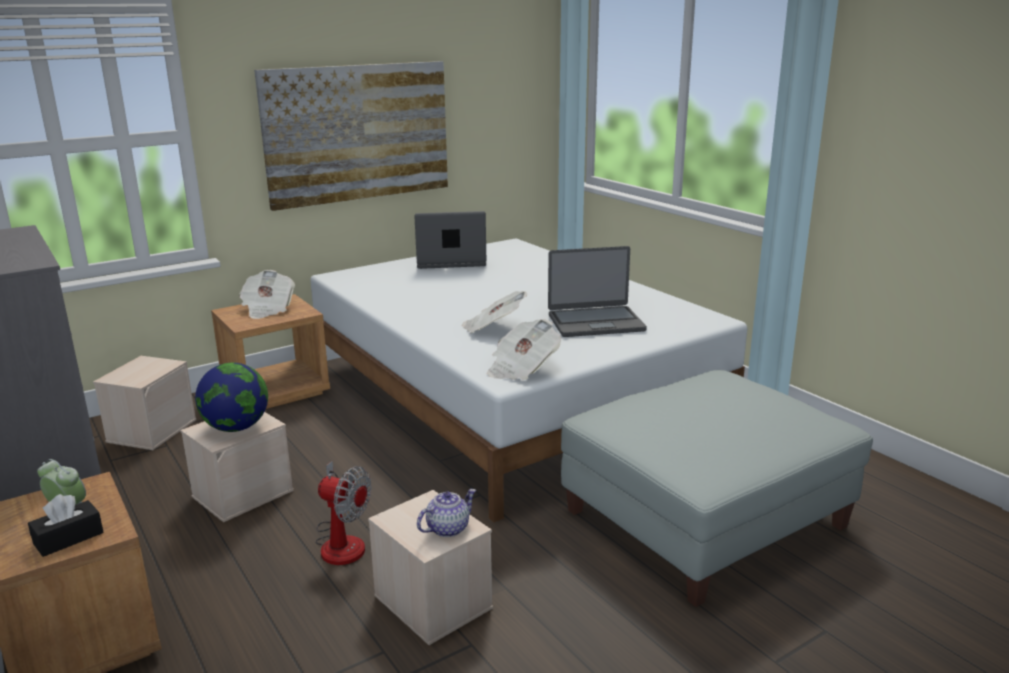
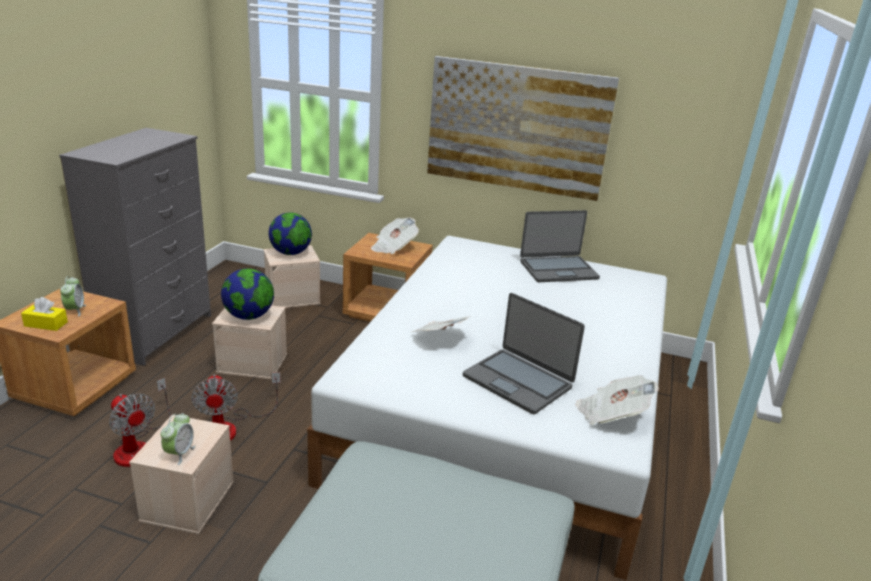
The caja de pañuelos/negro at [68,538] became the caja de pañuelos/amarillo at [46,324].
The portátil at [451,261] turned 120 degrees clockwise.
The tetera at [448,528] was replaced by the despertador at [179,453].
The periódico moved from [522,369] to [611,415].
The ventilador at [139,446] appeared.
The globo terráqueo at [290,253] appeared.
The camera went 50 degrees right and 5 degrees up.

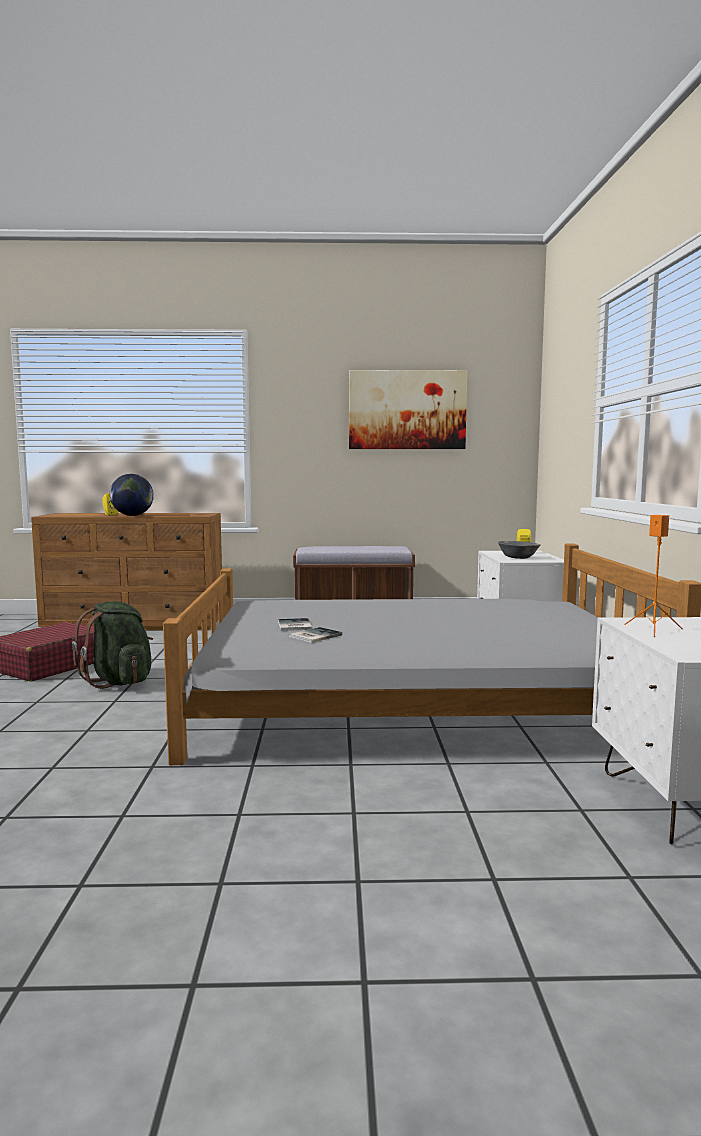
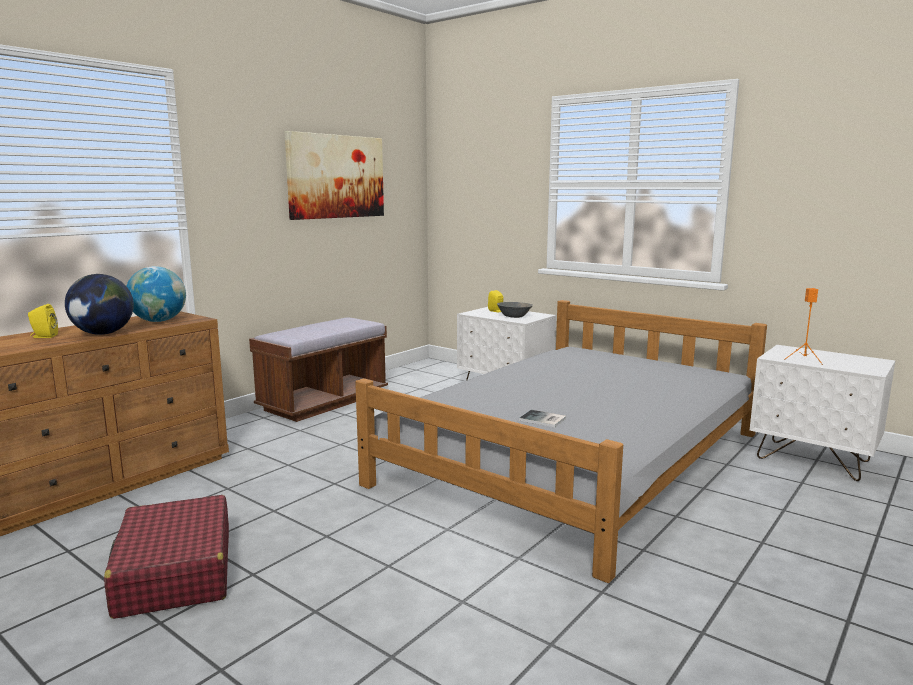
The mochila/verde at [119,682] disappeared.
The libro at [313,636] disappeared.
The globo terráqueo at [159,321] appeared.
The camera went 50 degrees left and 5 degrees up.

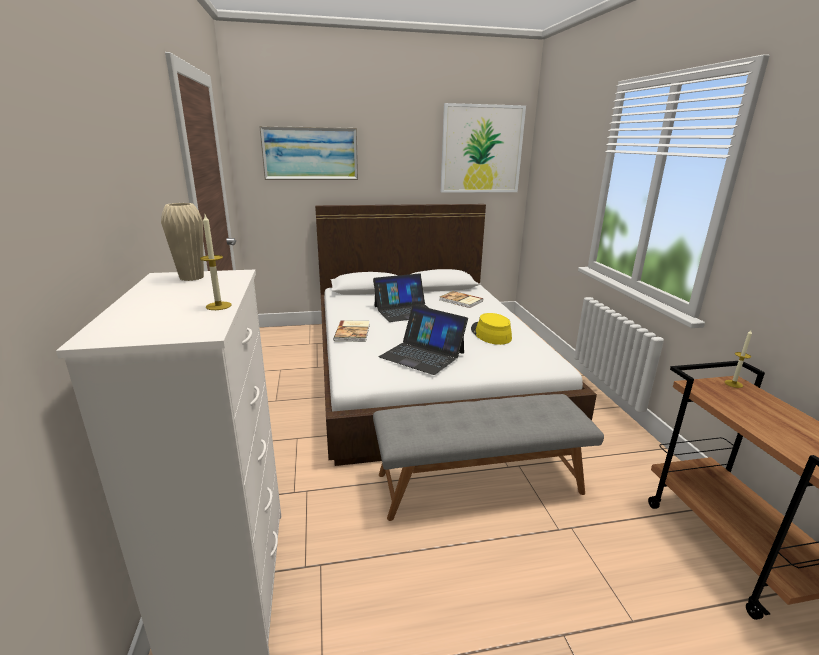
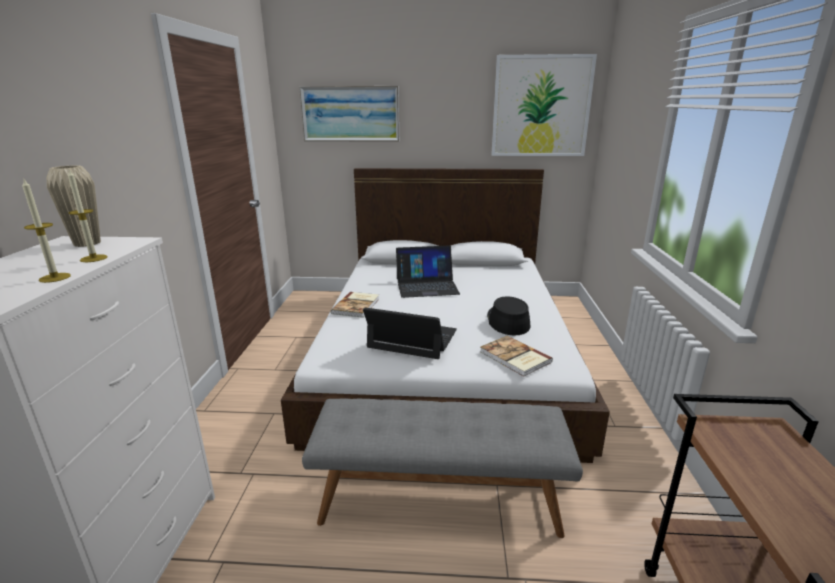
The portátil at [422,355] turned 150 degrees clockwise.
The libro moved from [461,301] to [514,357].
The sombrero/amarillo at [490,334] became the sombrero/negro at [507,321].
The vela moved from [733,384] to [93,258].
The camera went 15 degrees right and 0 degrees up.

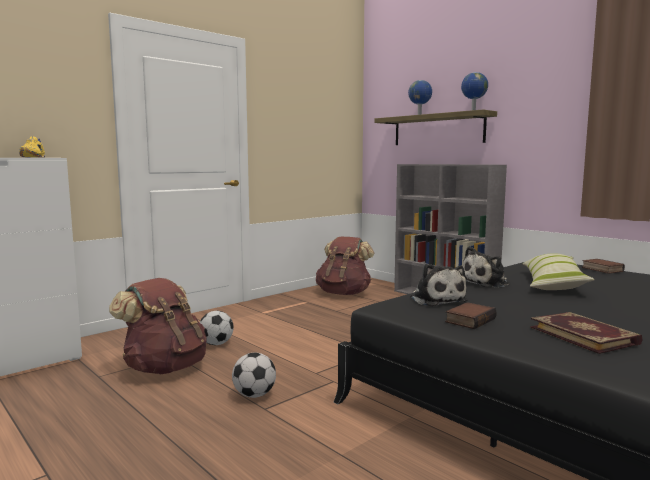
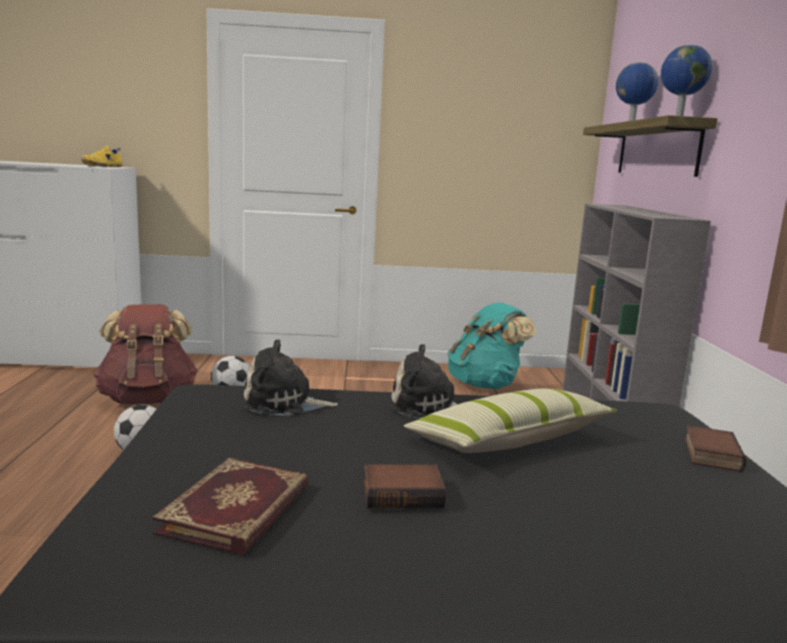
The mochila/marrón at [344,294] became the mochila/turquesa at [485,384].
The peluche at [436,299] turned 75 degrees clockwise.
The libro moved from [469,320] to [403,493].
The camera went 40 degrees right and 5 degrees up.

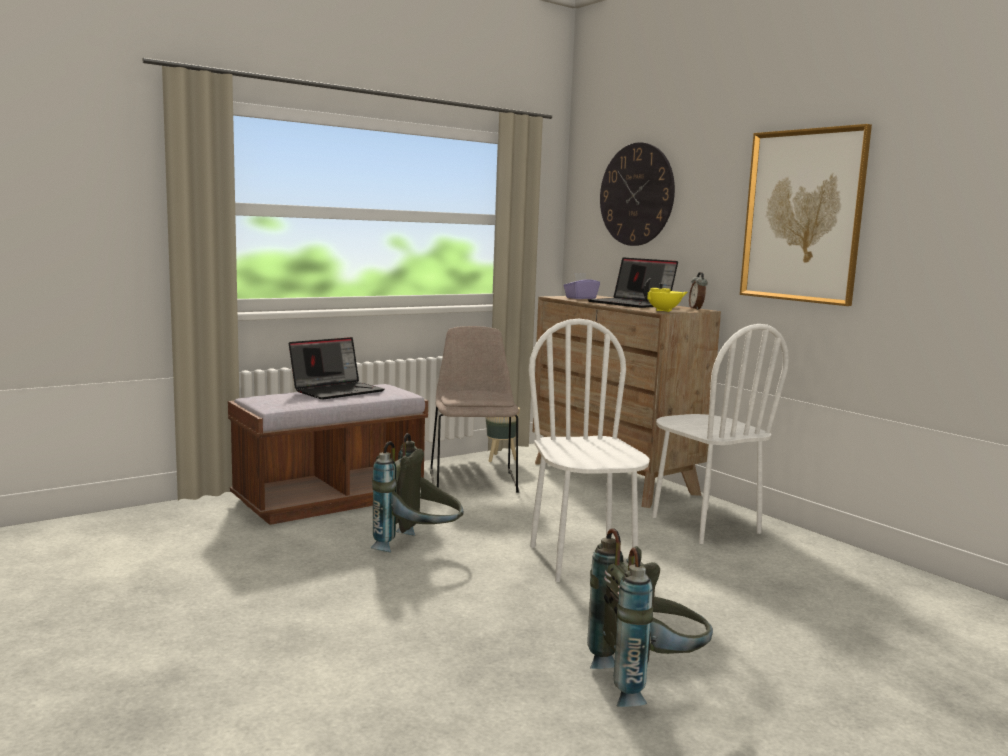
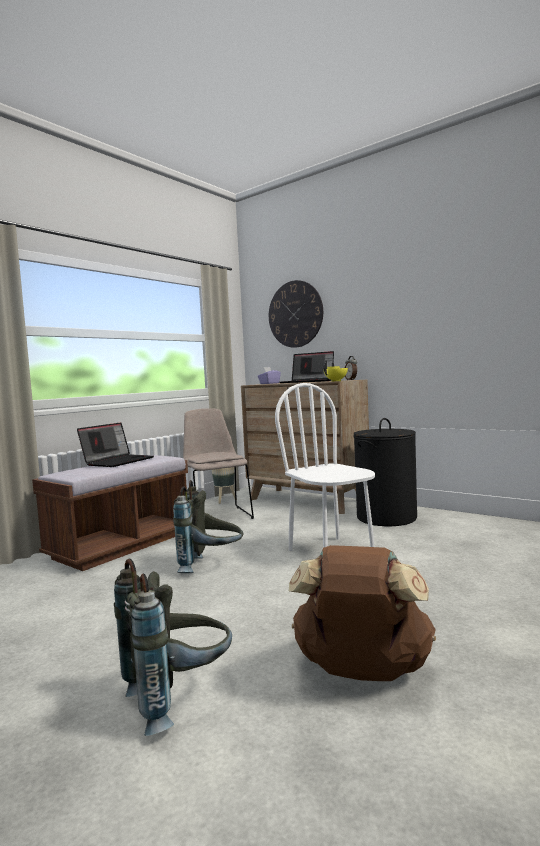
The mochila/gris moved from [647,682] to [179,698].
The silla/blanco at [704,525] was replaced by the cesto de la ropa/negro at [386,517].
The cuadro at [803,216] disappeared.
The mochila/marrón at [362,672] appeared.
The camera went 15 degrees left and 5 degrees down.

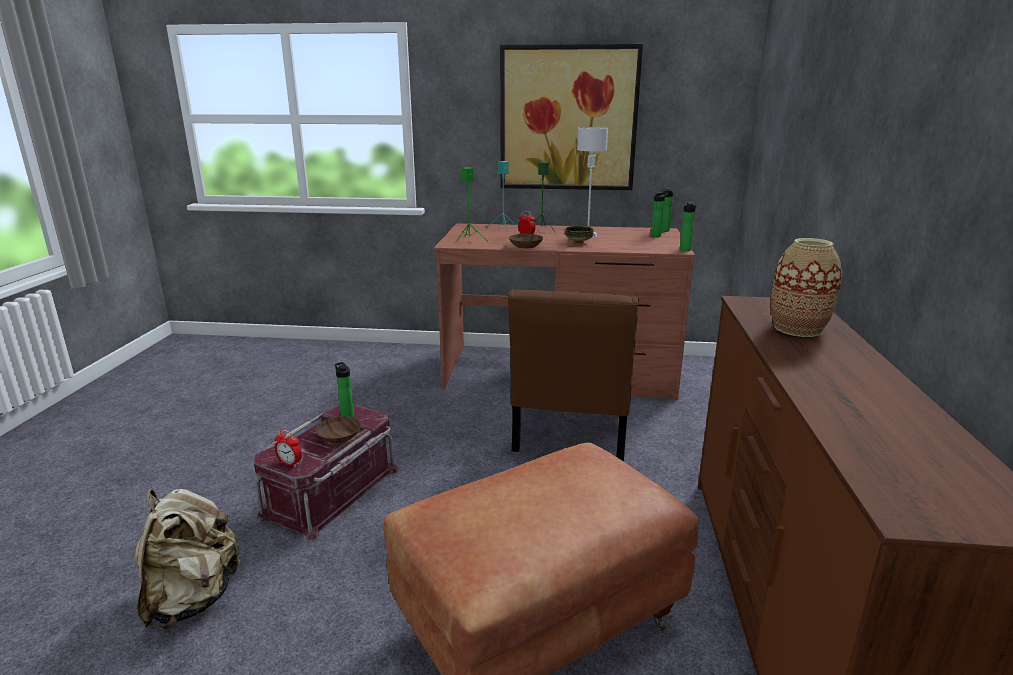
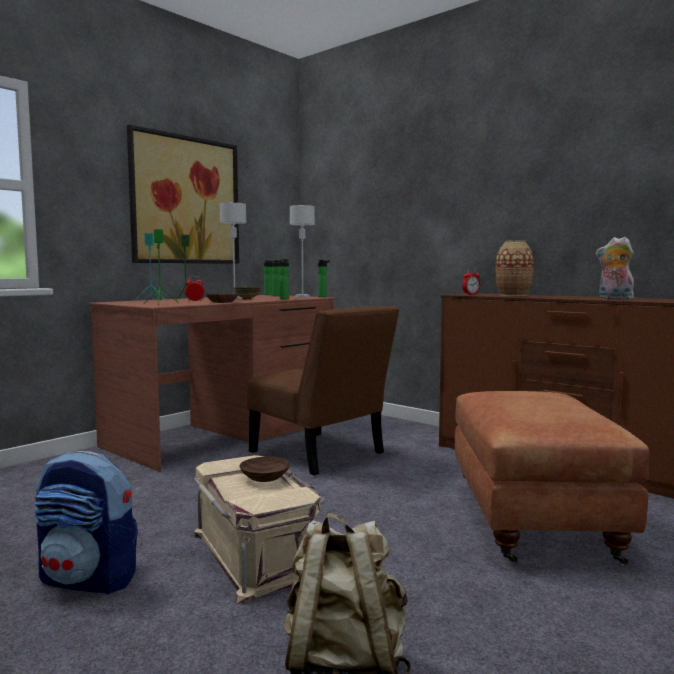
The caja de almacenaje/rojo at [333,493] became the caja de almacenaje/beis at [257,555].
The despertador moved from [290,463] to [471,295].
The botella moved from [346,415] to [282,299].
The mochila at [89,579] appeared.
The lámpara de mesa/gris at [302,297] appeared.
The peluche at [614,299] appeared.
The camera went 55 degrees left and 15 degrees down.

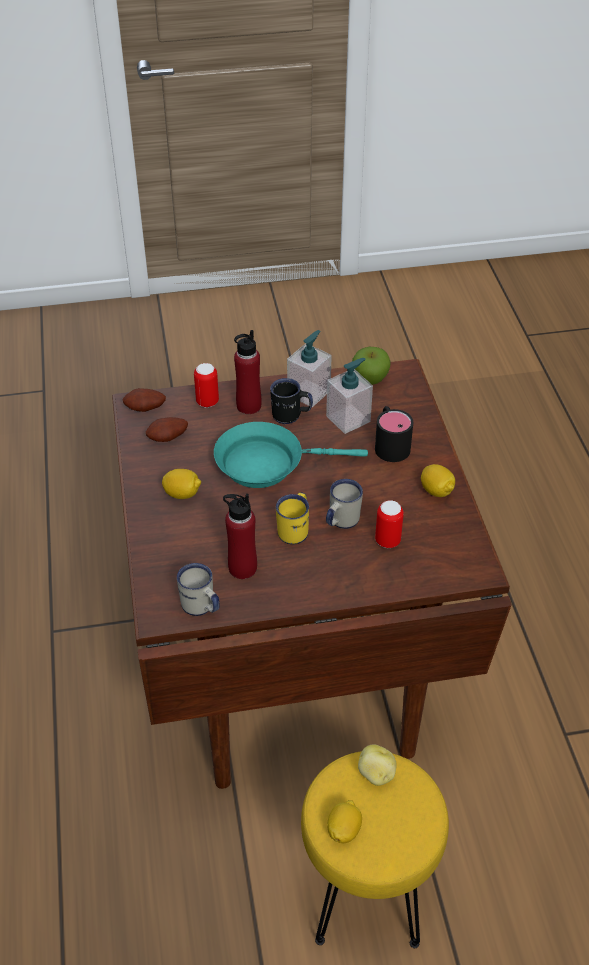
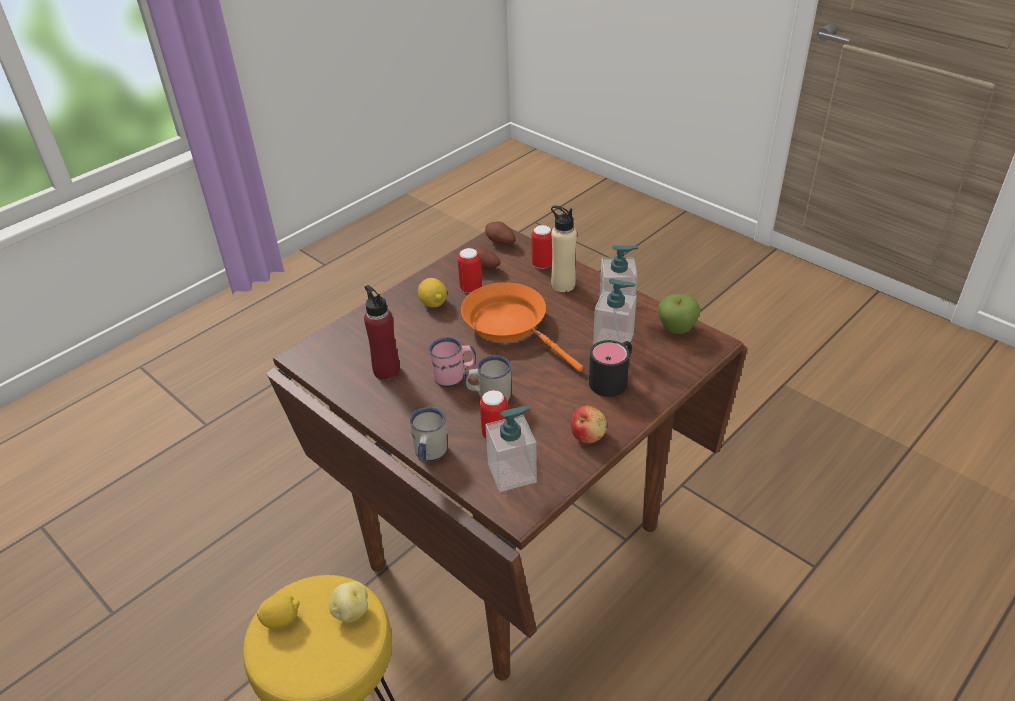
The taza grande/blanco moved from [201,608] to [429,455].
The sartén/turquesa at [267,463] became the sartén/naranja at [510,326].
The botella/rojo at [248,406] became the botella/beis at [563,285].
The taza grande/negro at [291,416] disappeared.
The taza grande/amarillo at [295,529] became the taza grande/rosa at [454,376].
The limón at [436,491] was replaced by the manzana at [588,435].
The lata at [470,288] appeared.
The dispensador de jabón at [512,473] appeared.
The camera went 55 degrees right and 5 degrees down.

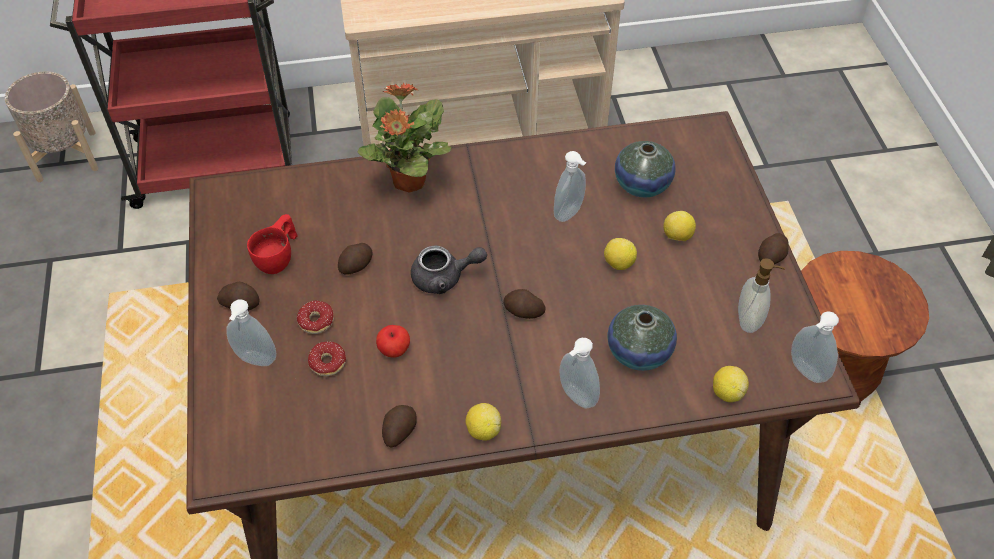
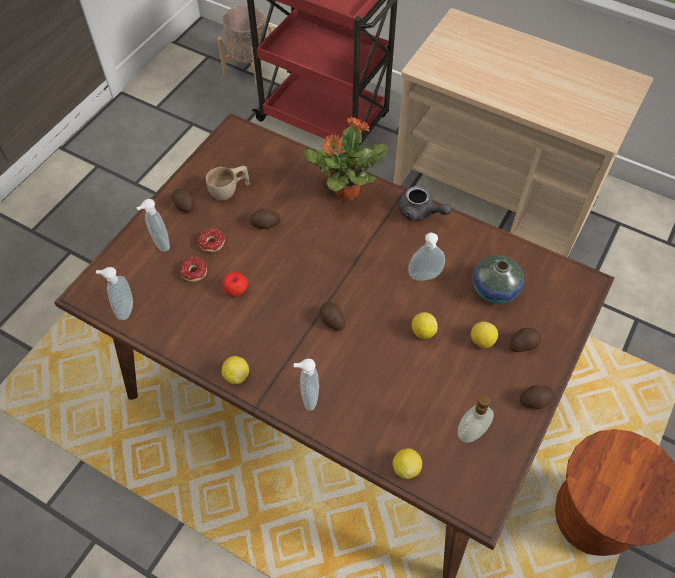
The taza/rojo at [279,257] became the taza/beis at [229,191].
The patata moved from [399,431] to [523,344].
The tetera/gris moved from [444,278] to [420,213].
The florero at [639,352] disappeared.
The dispensador de jabón moved from [805,372] to [124,309].
The camera went 40 degrees right and 5 degrees up.

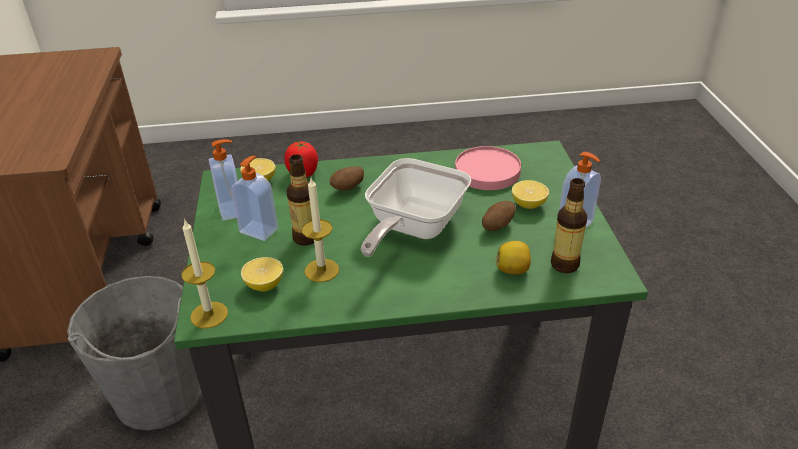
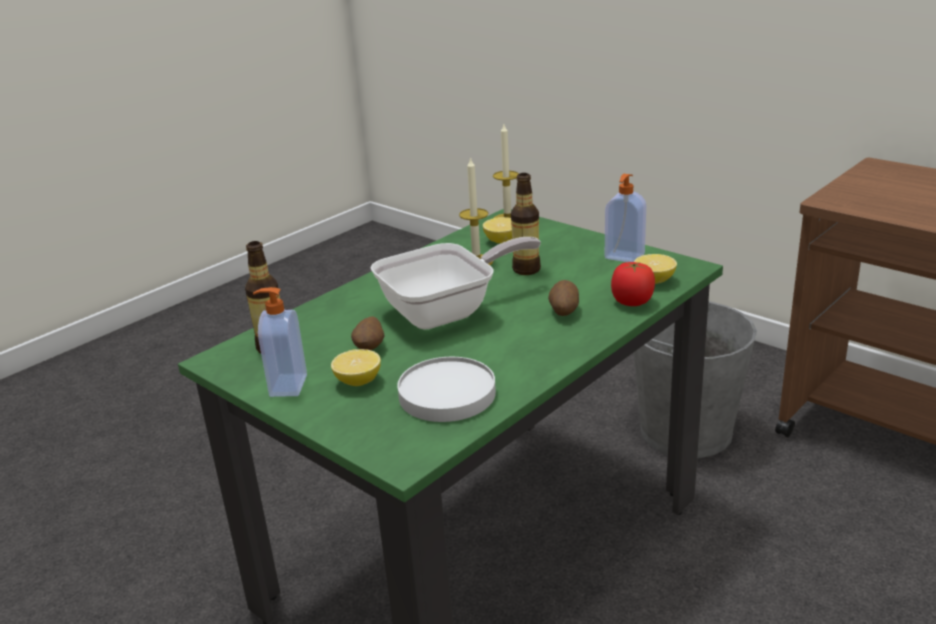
The dispensador de jabón at [259,230] disappeared.
The sartén at [412,229] turned 75 degrees clockwise.
The plato/rosa at [487,172] became the plato/blanco at [446,394].
The limón at [513,270] disappeared.
The camera went 140 degrees right and 10 degrees down.

